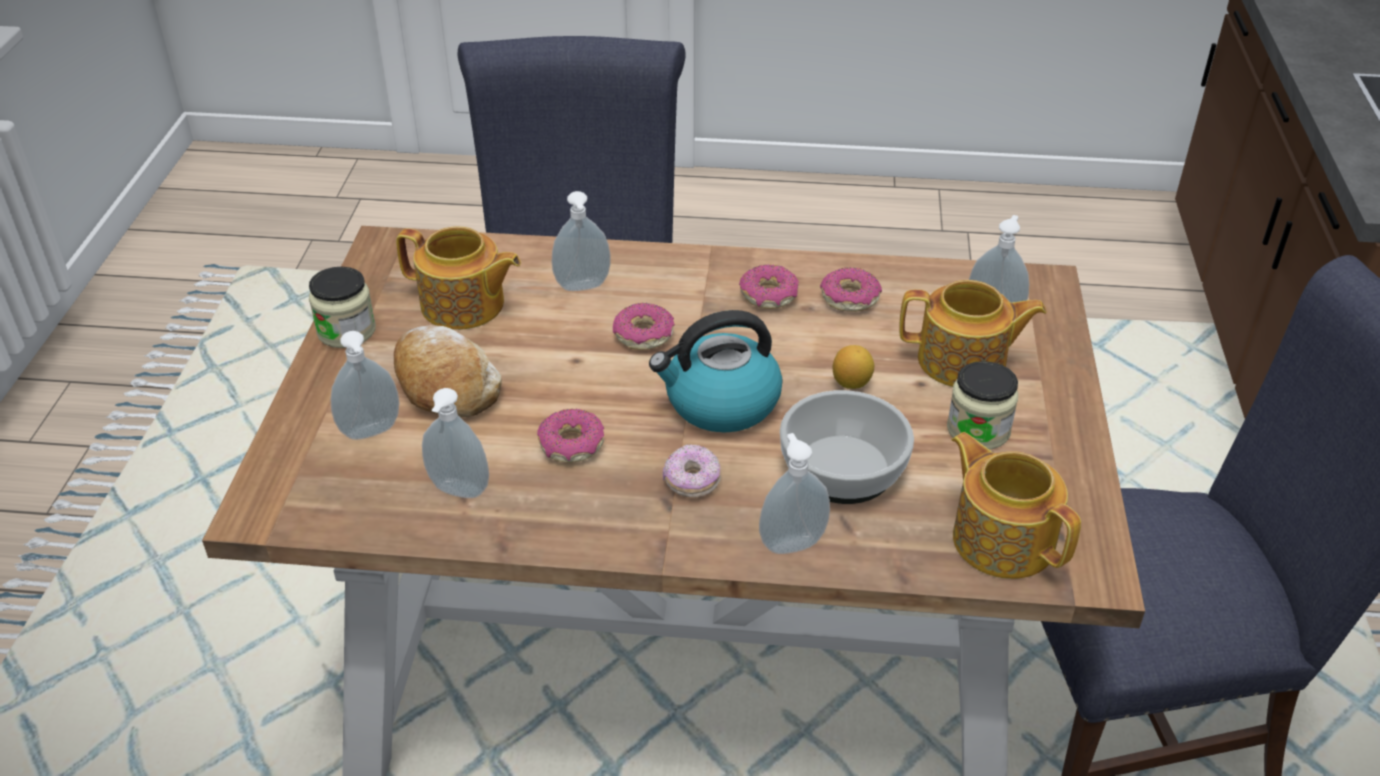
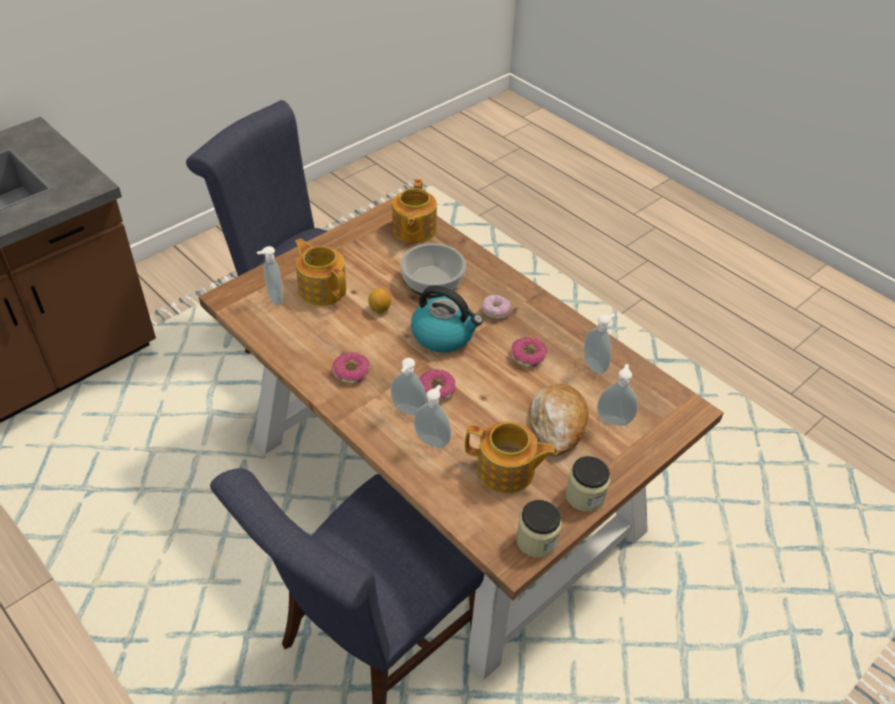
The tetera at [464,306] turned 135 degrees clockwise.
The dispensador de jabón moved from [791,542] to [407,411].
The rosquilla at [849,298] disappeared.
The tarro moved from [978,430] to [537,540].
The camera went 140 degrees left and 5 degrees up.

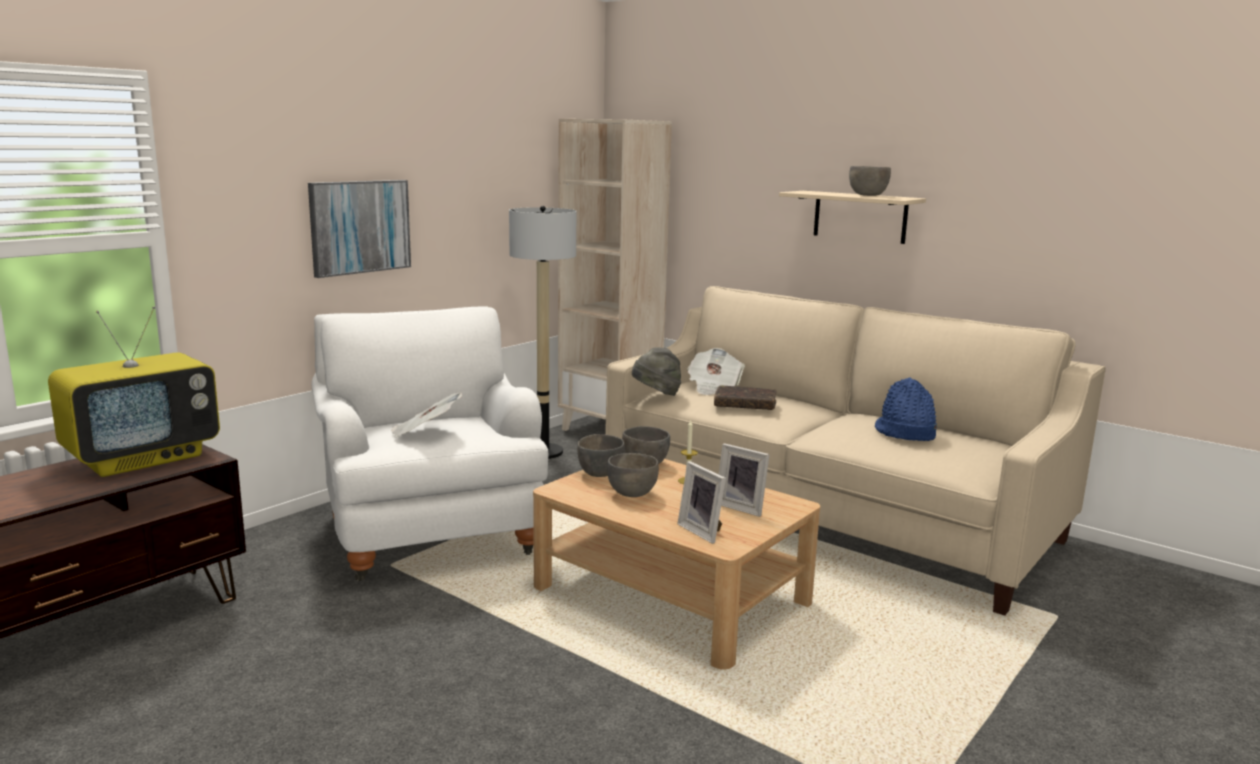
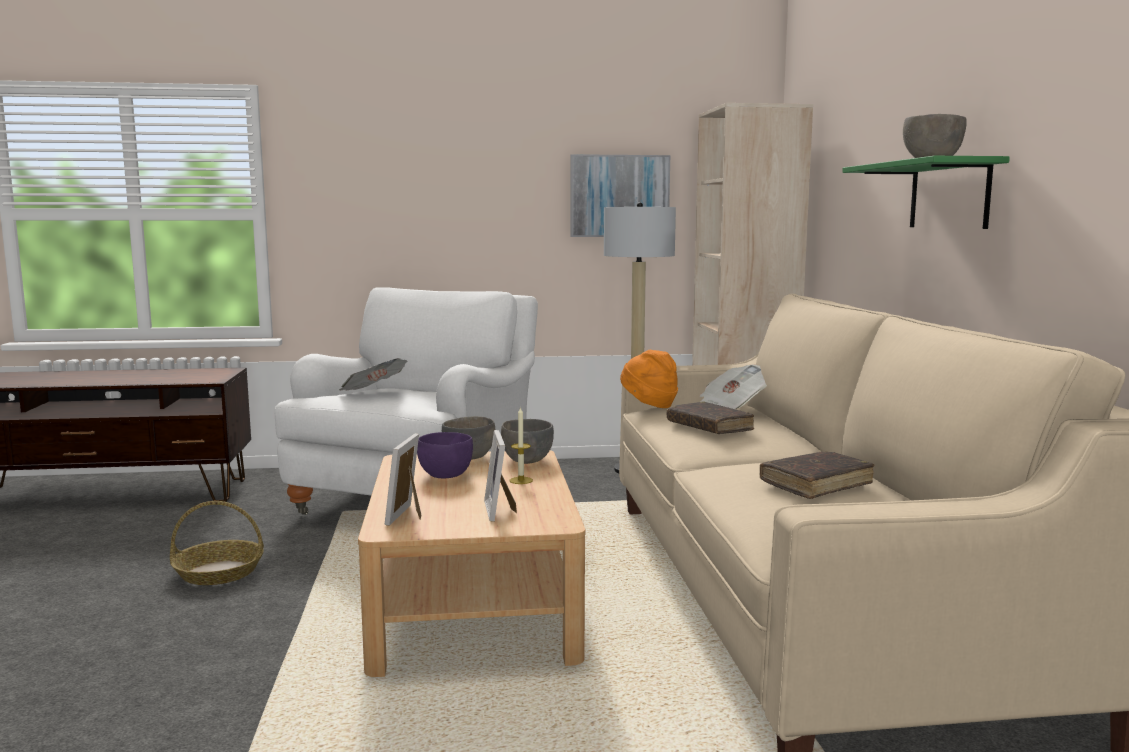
The televisor at [143,458] disappeared.
The cuadro moved from [360,227] to [619,196].
The cuenco/gris at [632,494] became the cuenco/morado at [445,476].
The sombrero/gris at [656,395] became the sombrero/naranja at [649,405].
The estante/beis at [860,217] became the estante/verde at [949,195].
The sombrero/azul at [904,433] was replaced by the libro/marrón at [816,484].
The cesta at [219,572] appeared.
The camera went 45 degrees right and 5 degrees down.

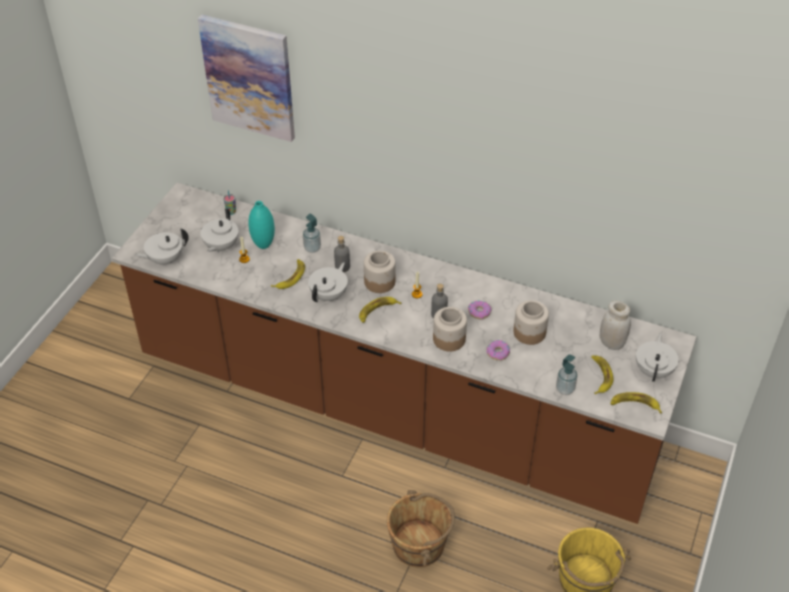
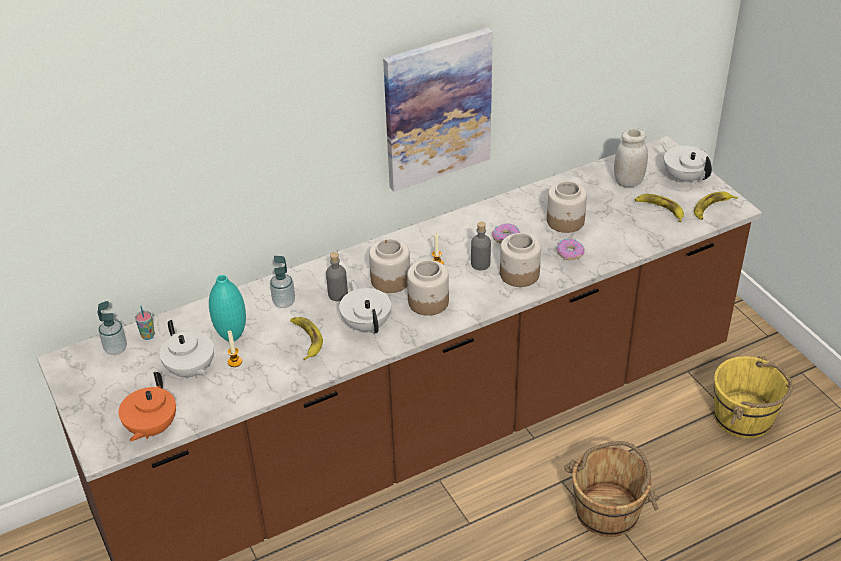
The tetera/blanco at [165,259] became the tetera/naranja at [151,428].
The cuadro moved from [249,77] to [437,109].
The plátano at [377,311] was replaced by the tarro at [429,302].
The dispensador de jabón moved from [565,389] to [116,349].
The camera went 50 degrees left and 5 degrees down.

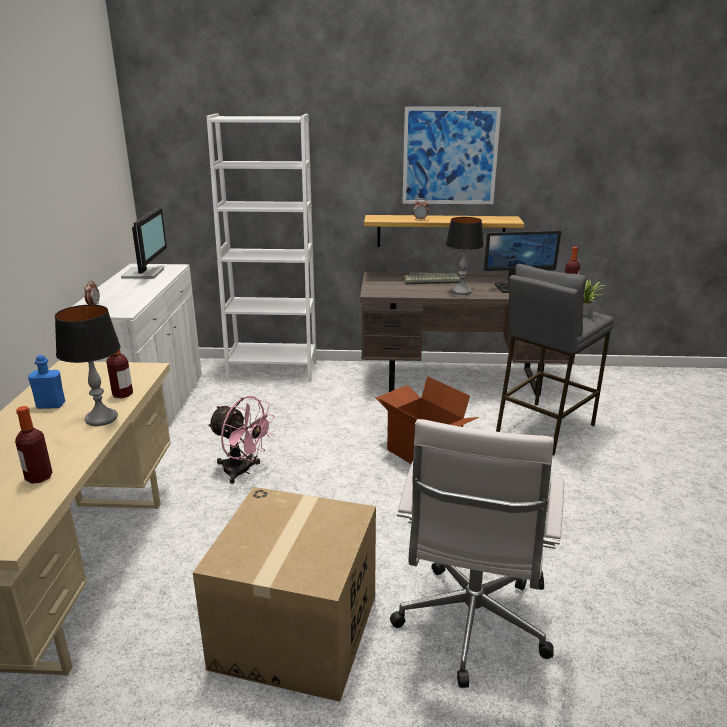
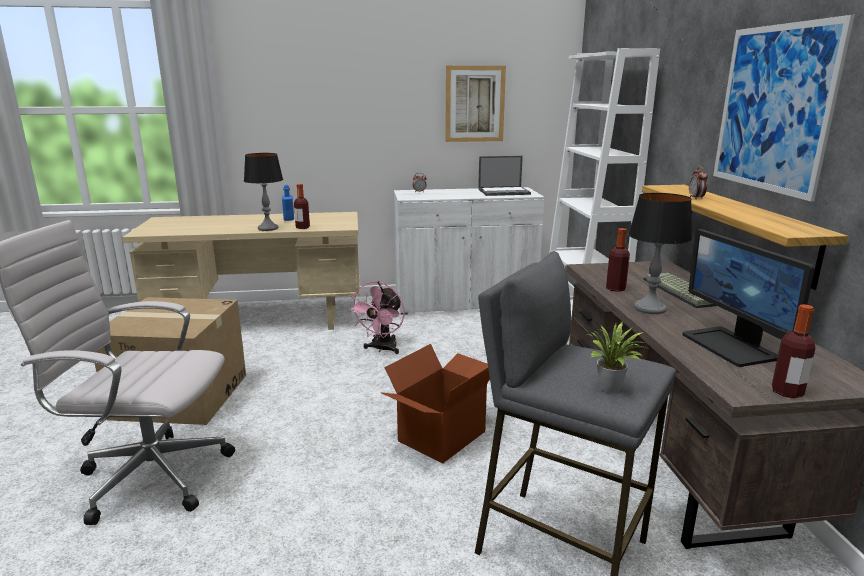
The botella moved from [39,477] to [615,289].
The monitor at [145,273] was replaced by the portátil at [504,192].
The cuadro at [474,104] appeared.
The camera went 80 degrees right and 5 degrees down.

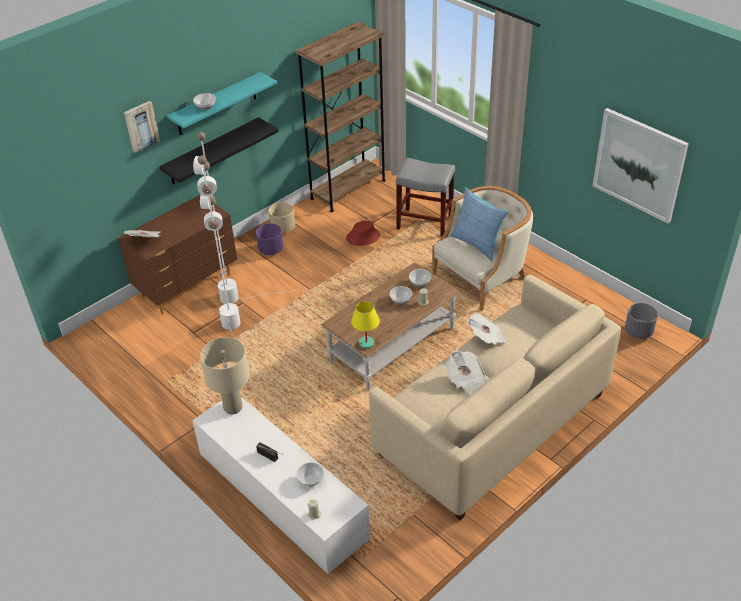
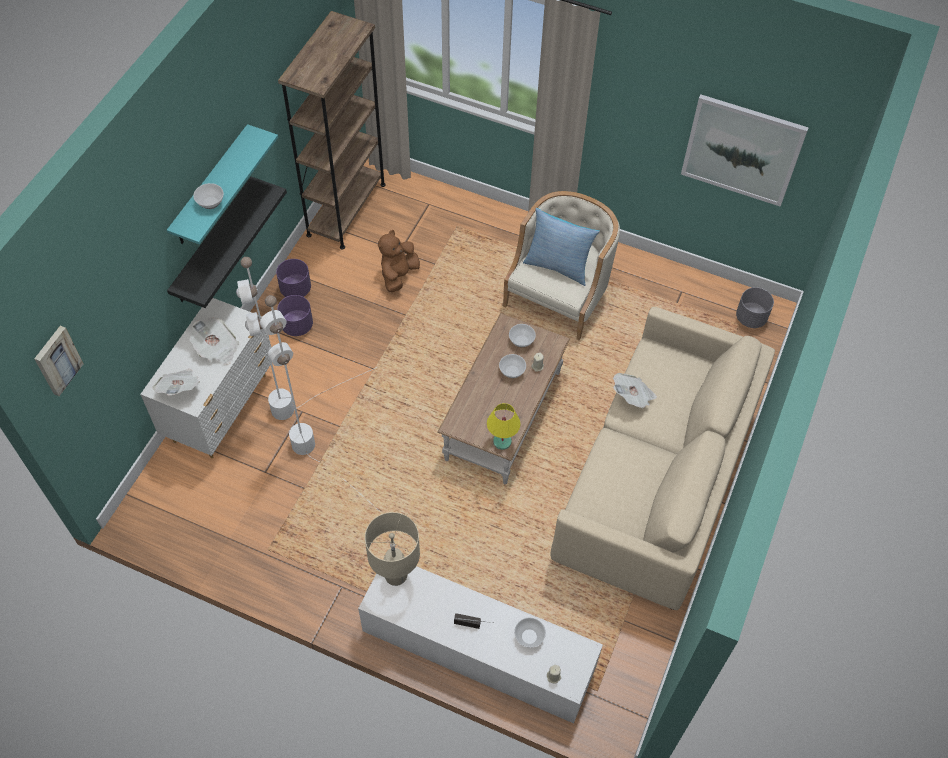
The cómoda/marrón at [188,286] became the cómoda/blanco at [222,408].
The cuadro moved from [141,126] to [57,360].
The maceta/beis at [283,228] became the maceta/morado at [295,289].
The sombrero/rojo at [363,237] was replaced by the peluche/marrón at [398,275].
The taburete/gris at [424,223] disappeared.
The periódico moved from [465,380] to [217,348].
The camera went 25 degrees left and 15 degrees up.

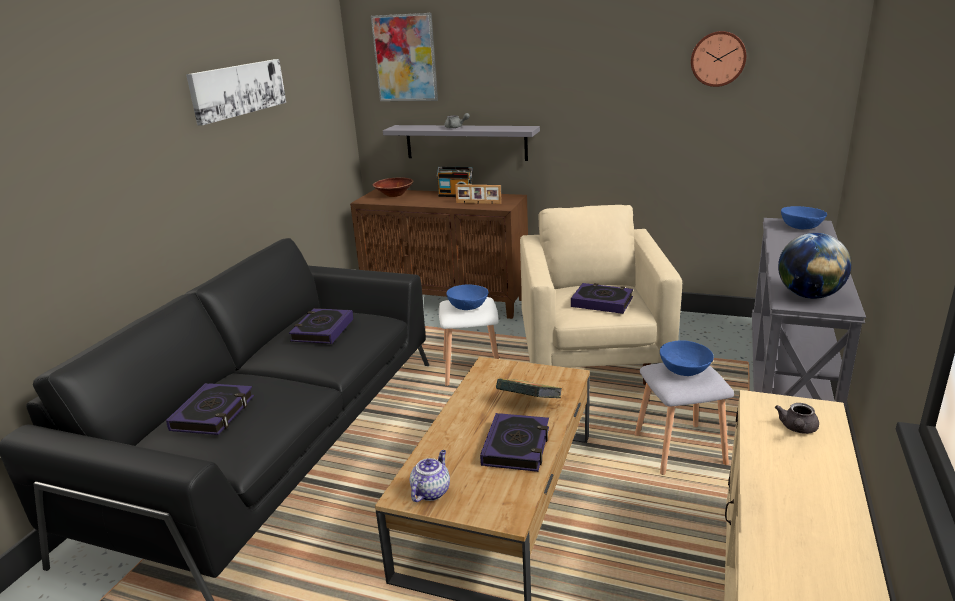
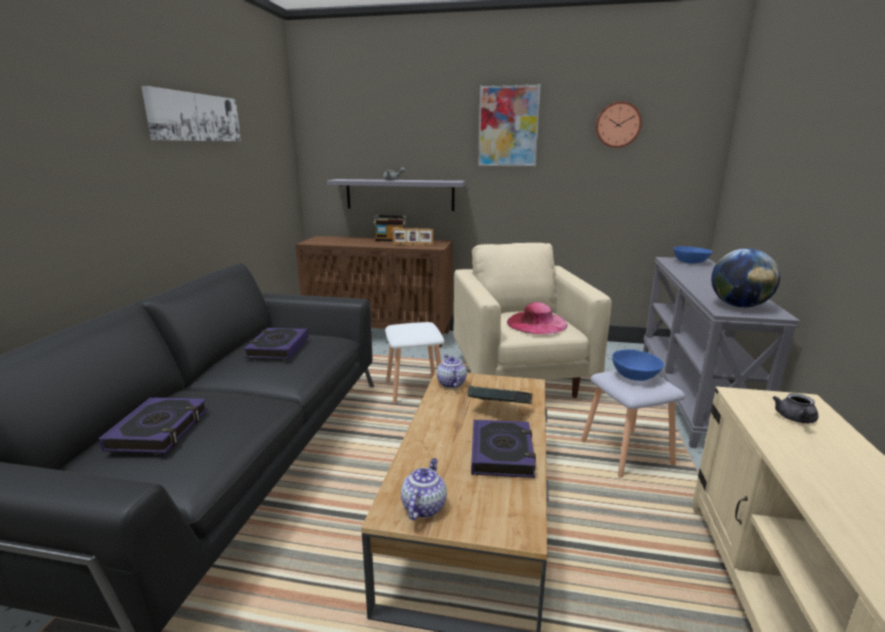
The cuadro moved from [405,58] to [508,126].
The cuenco/marrón at [394,195] disappeared.
The cuenco/azul at [468,306] disappeared.
The libro at [602,302] was replaced by the sombrero/rosa at [536,323].
The tetera at [451,383] appeared.
The camera went 10 degrees left and 5 degrees down.

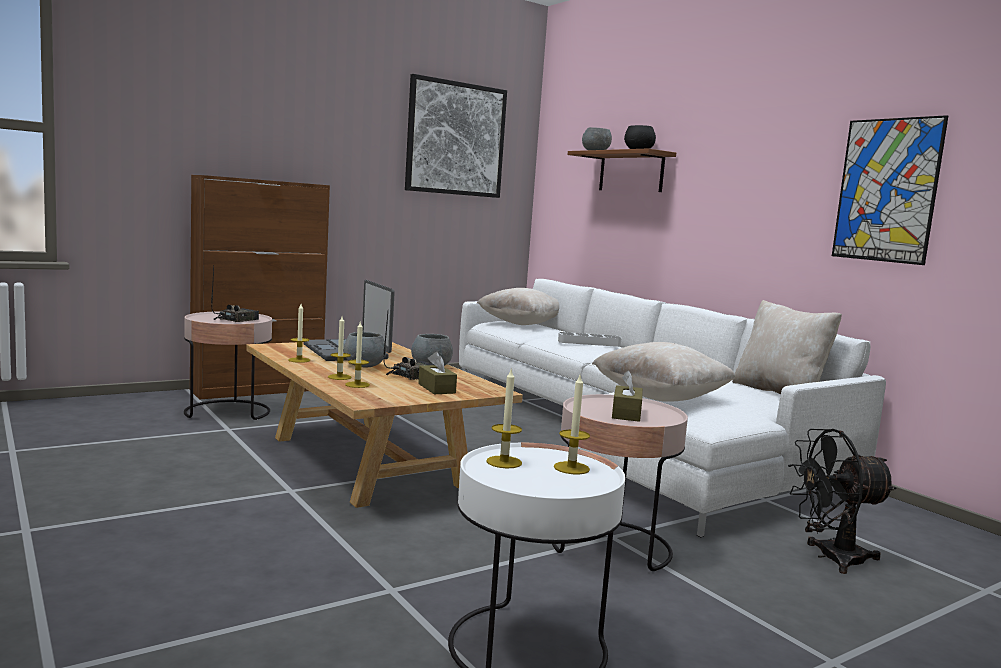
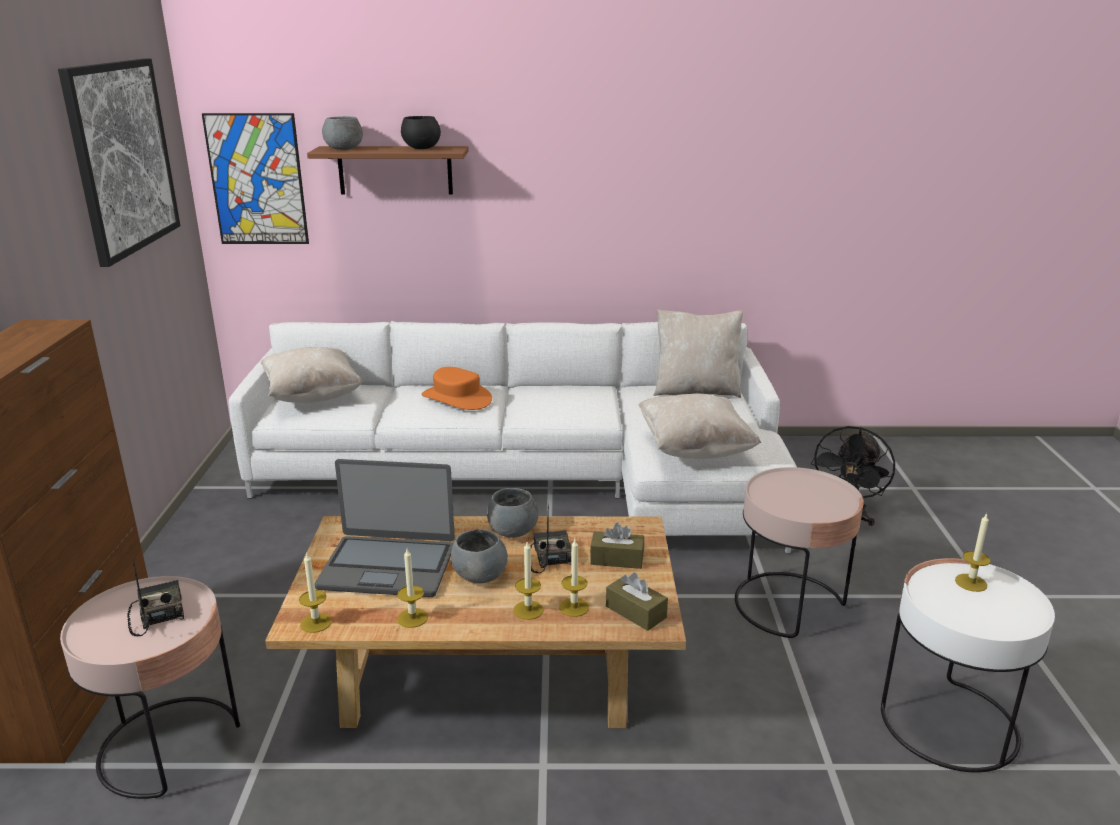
The vela moved from [504,462] to [316,623].
The bandeja/gris at [589,343] was replaced by the sombrero/naranja at [457,398].
The caja de pañuelos/marrón moved from [626,413] to [636,612].
The cuadro moved from [887,190] to [257,180].
The camera went 55 degrees left and 15 degrees up.

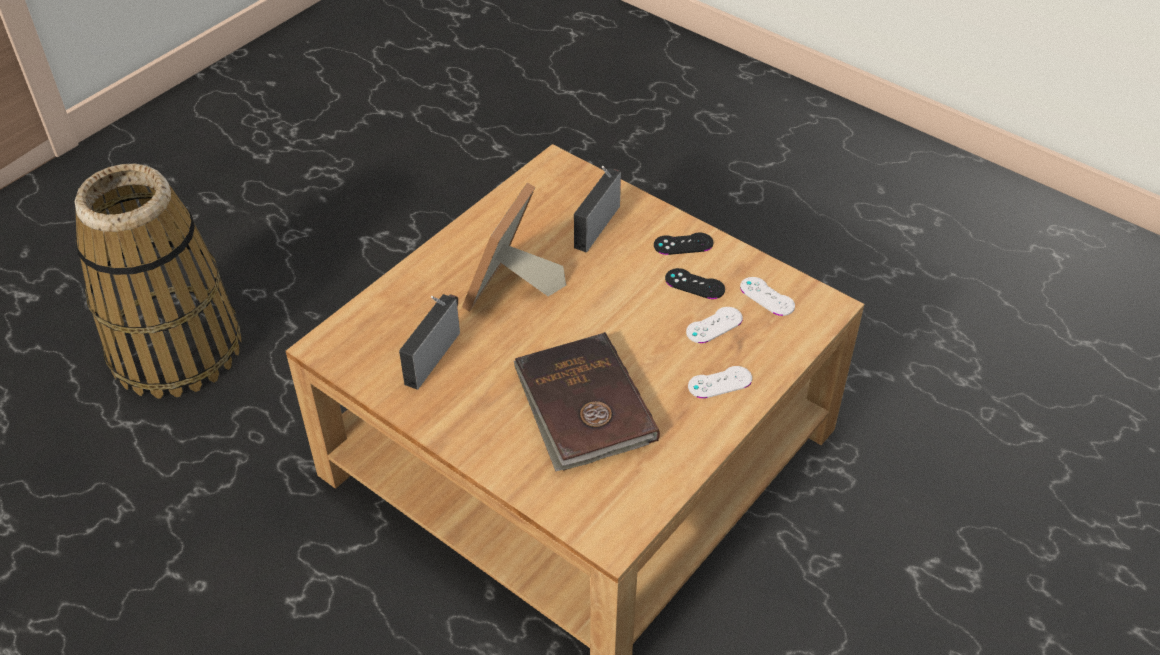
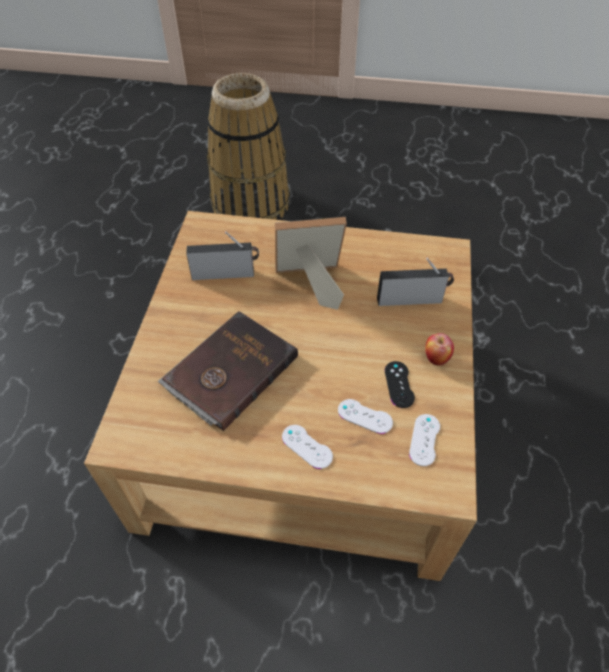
The mando de consola/negro at [683,244] was replaced by the manzana at [436,358].
The camera went 60 degrees right and 5 degrees up.

